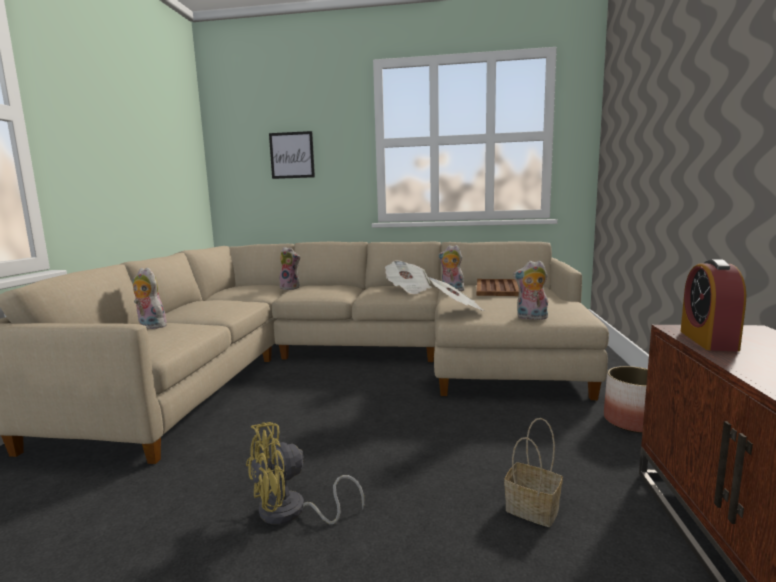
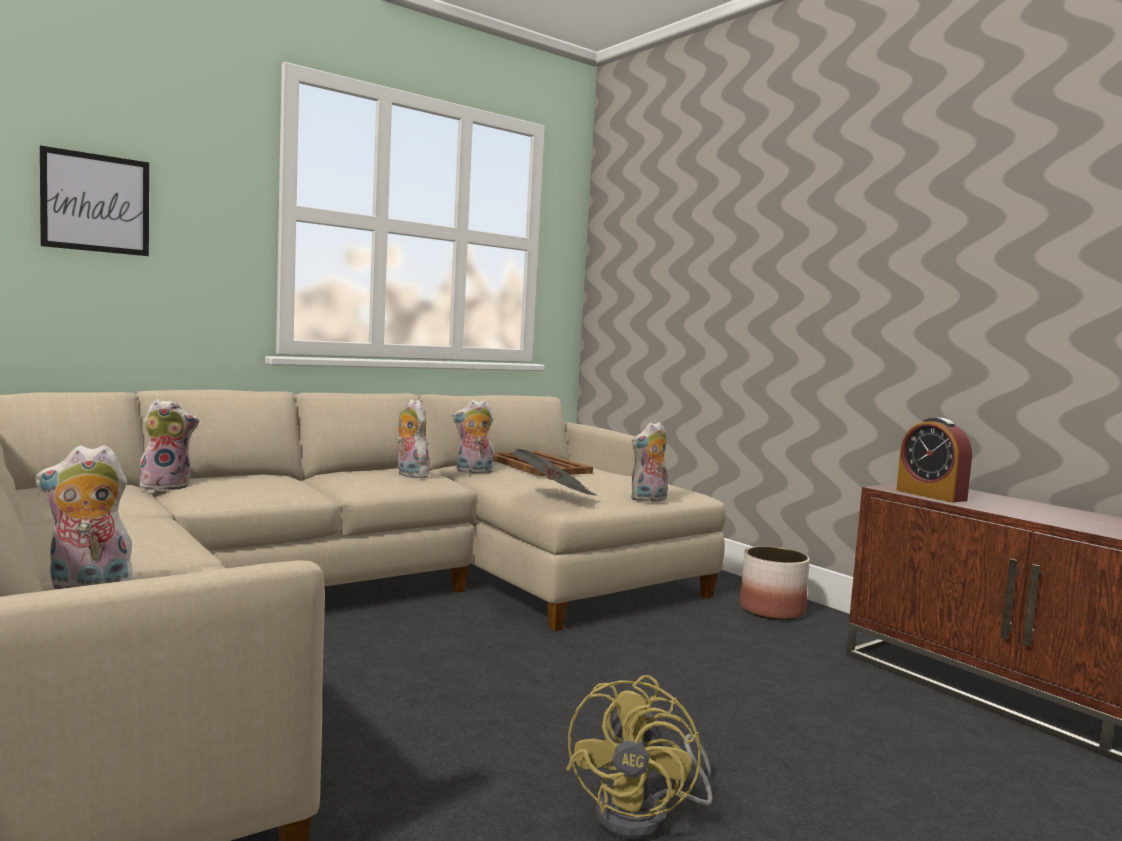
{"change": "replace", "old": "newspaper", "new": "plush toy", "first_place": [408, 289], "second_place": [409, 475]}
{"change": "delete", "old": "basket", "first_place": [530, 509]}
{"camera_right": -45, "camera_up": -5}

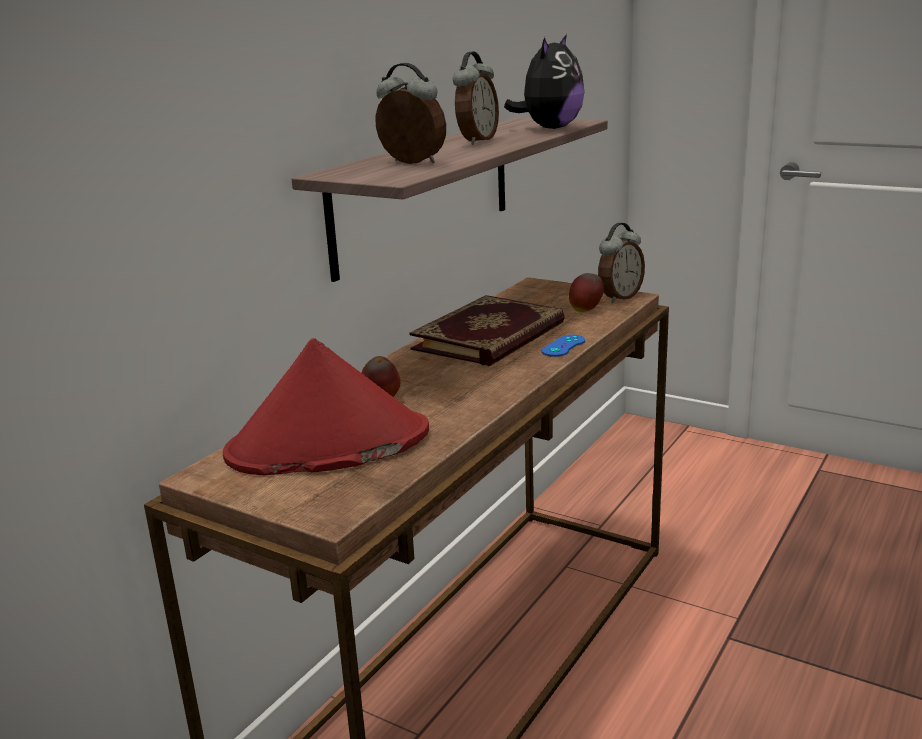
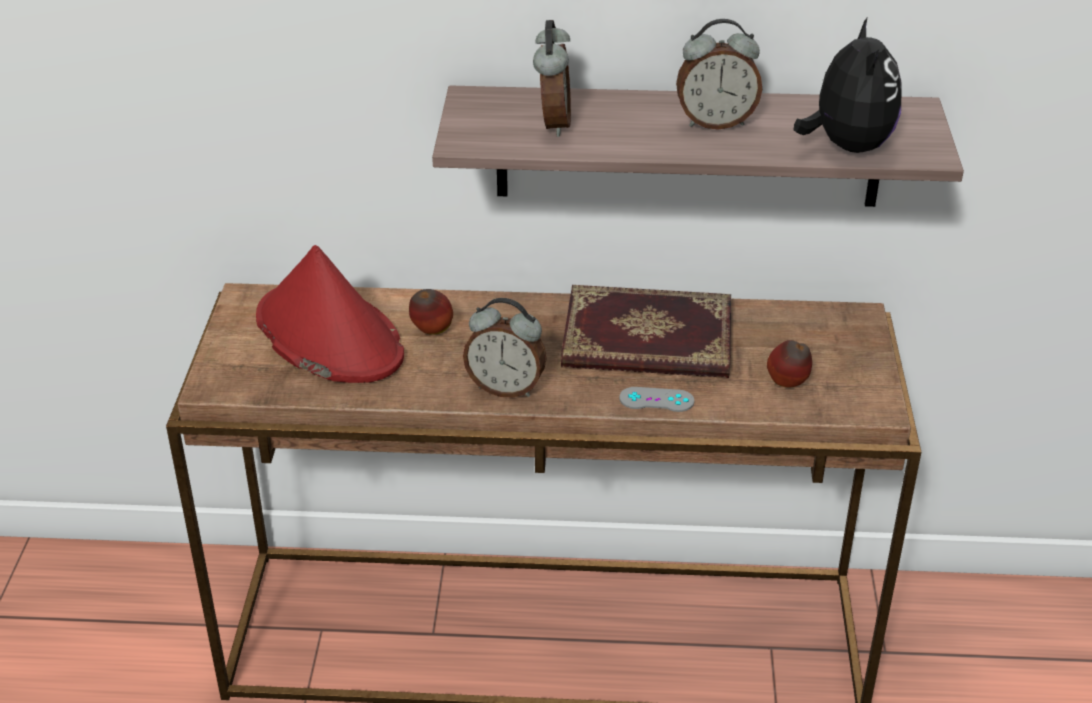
{"change": "rotate", "old": "plush toy", "first_place": [550, 128], "second_place": [846, 146], "degrees": -90}
{"change": "move", "old": "alarm clock", "first_place": [619, 297], "second_place": [506, 388]}
{"change": "recolor", "old": "blue game controller", "new": "grey game controller", "first_place": [563, 346], "second_place": [656, 400]}
{"camera_right": 60, "camera_up": 15}

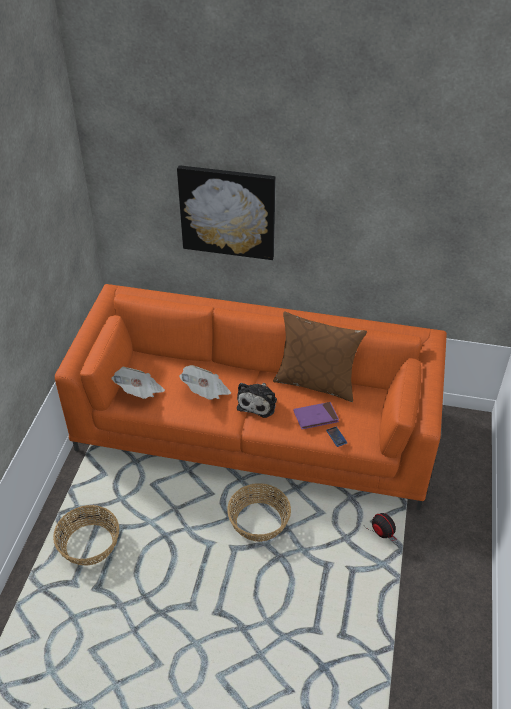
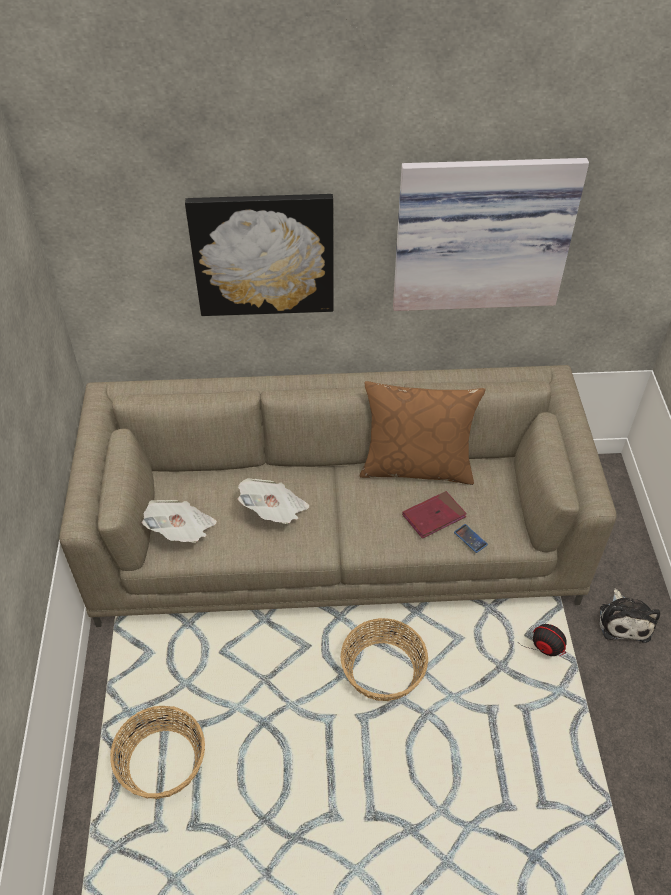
{"change": "recolor", "old": "orange sofa", "new": "beige sofa", "first_place": [255, 429], "second_place": [335, 539]}
{"change": "move", "old": "plush toy", "first_place": [258, 403], "second_place": [624, 620]}
{"change": "recolor", "old": "purple book", "new": "red book", "first_place": [315, 417], "second_place": [434, 516]}
{"change": "insert", "new": "picture", "second_place": [482, 233]}
{"camera_right": -15, "camera_up": 5}

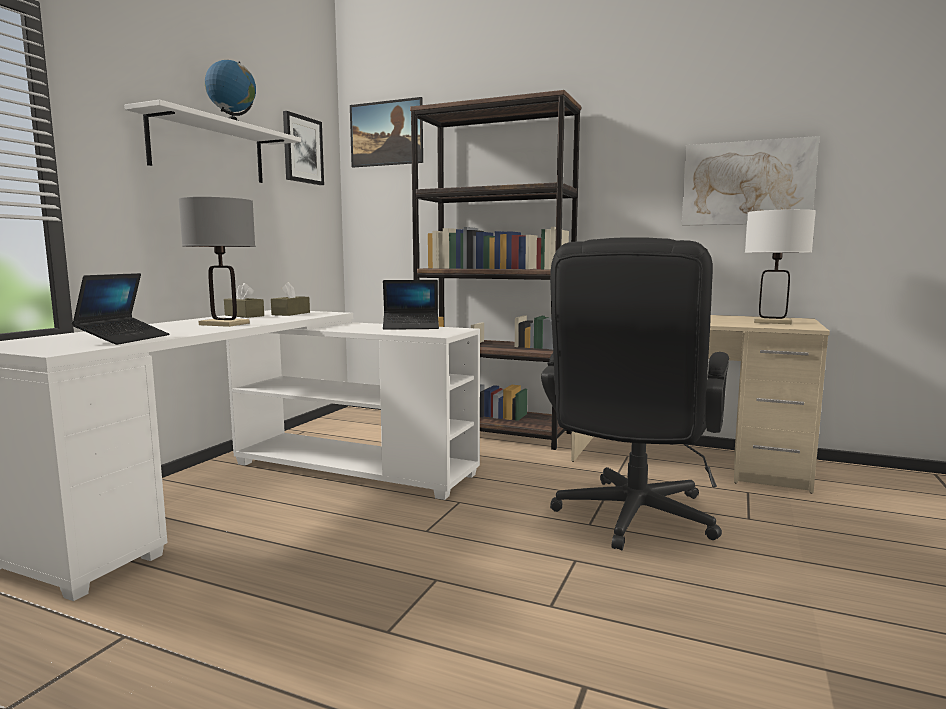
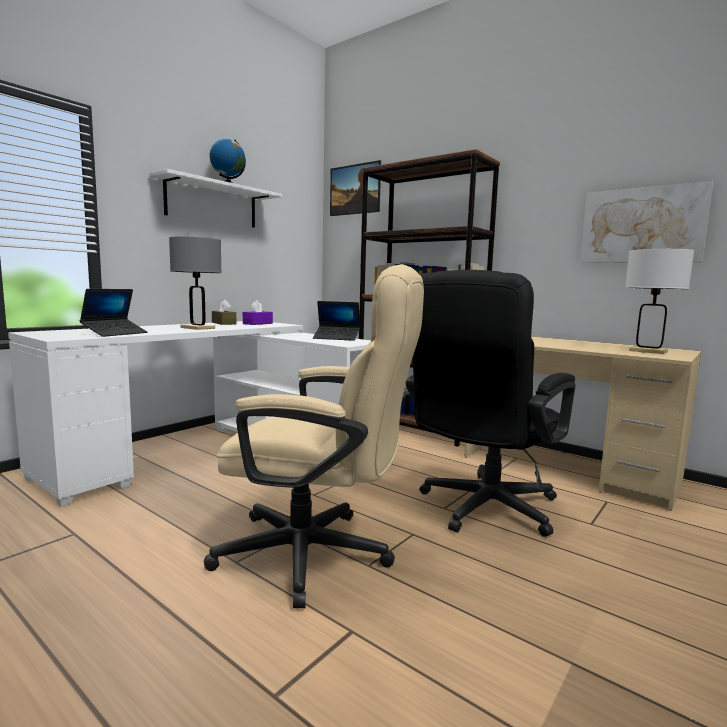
{"change": "delete", "old": "picture", "first_place": [302, 150]}
{"change": "recolor", "old": "brown tissue box", "new": "purple tissue box", "first_place": [291, 313], "second_place": [257, 323]}
{"change": "insert", "new": "beige office chair", "second_place": [320, 555]}
{"camera_right": 15, "camera_up": 0}

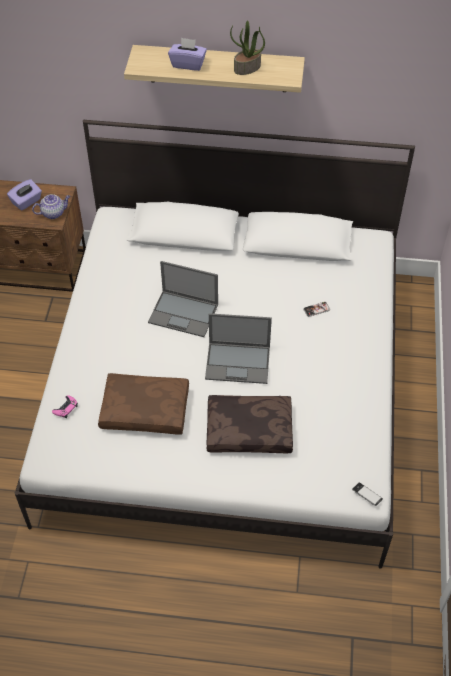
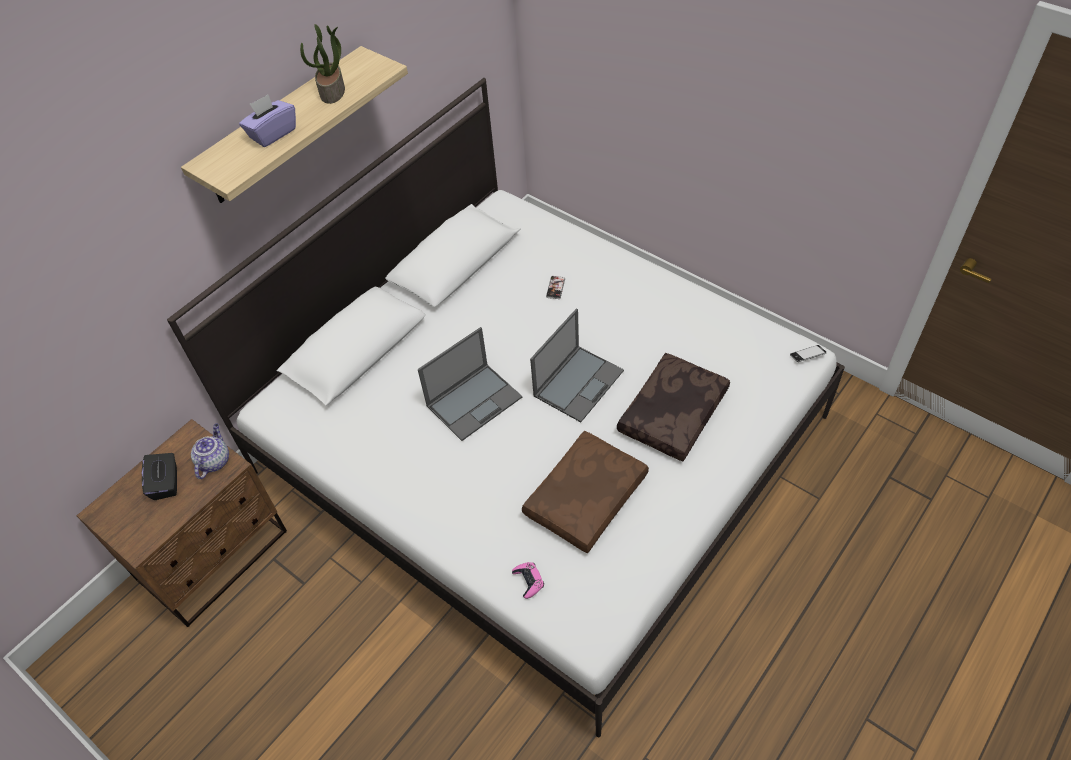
{"change": "recolor", "old": "purple tissue box", "new": "black tissue box", "first_place": [26, 202], "second_place": [166, 483]}
{"camera_right": -55, "camera_up": 0}

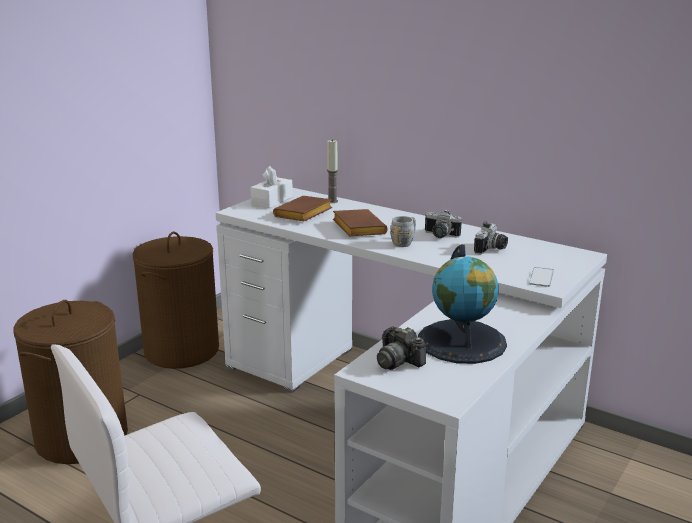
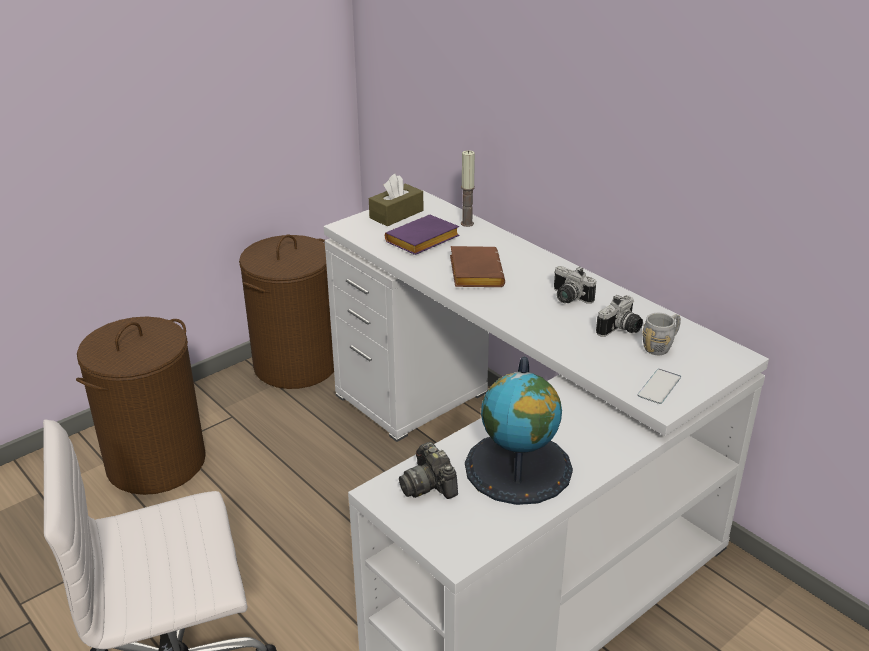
{"change": "recolor", "old": "white tissue box", "new": "brown tissue box", "first_place": [272, 201], "second_place": [396, 214]}
{"change": "recolor", "old": "brown book", "new": "purple book", "first_place": [303, 214], "second_place": [422, 242]}
{"change": "move", "old": "grey mug", "first_place": [405, 242], "second_place": [661, 346]}
{"camera_right": 15, "camera_up": 10}

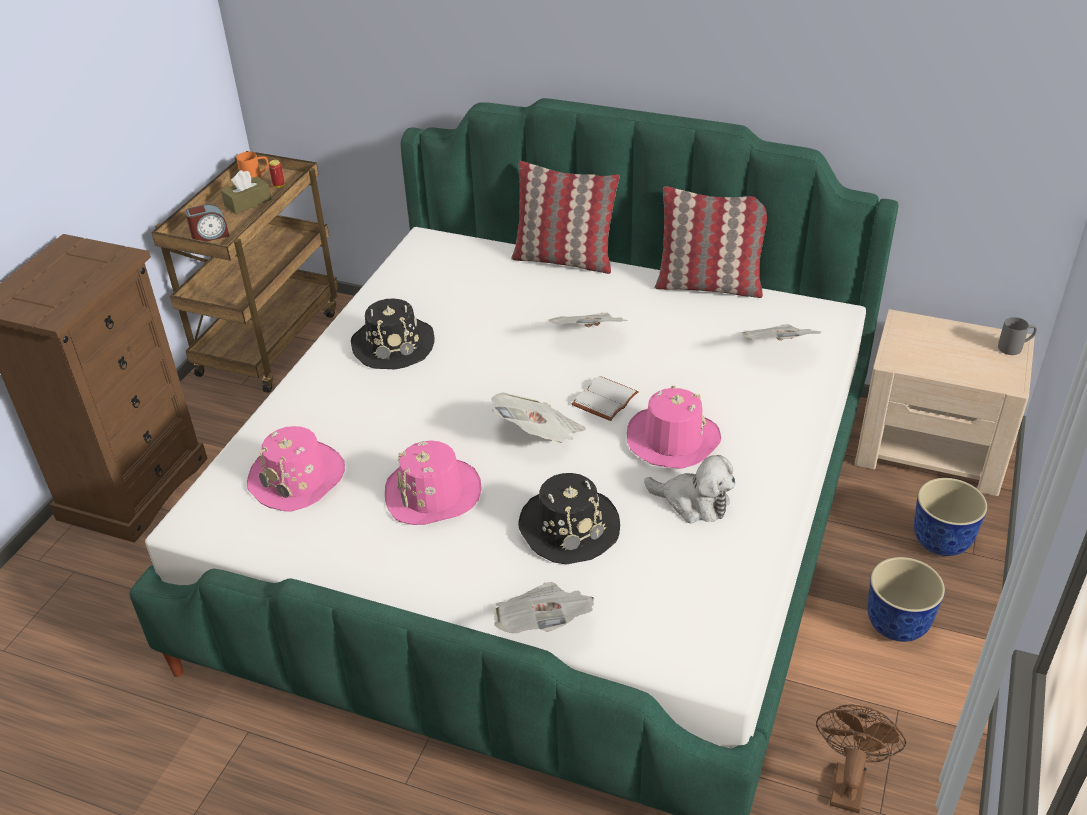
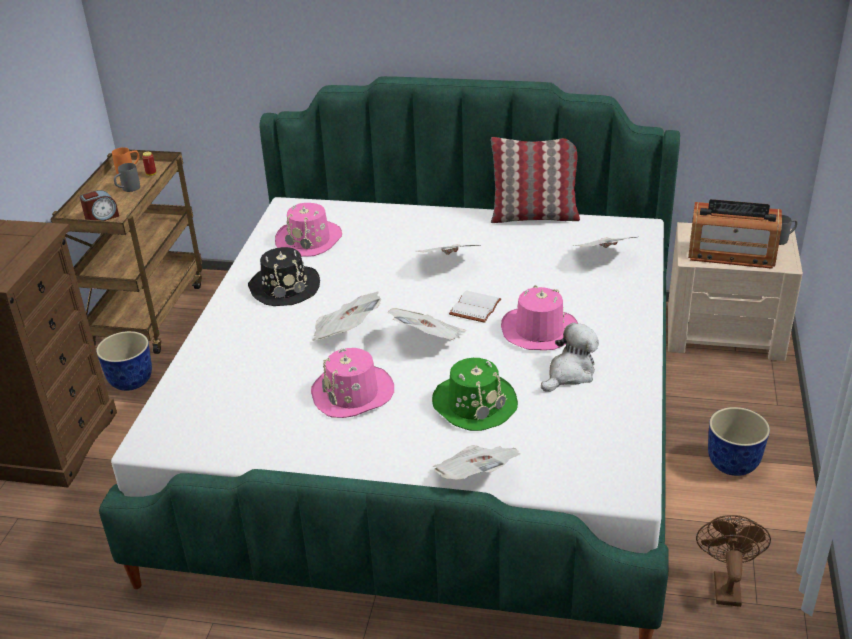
{"change": "delete", "old": "pillow", "first_place": [564, 259]}
{"change": "replace", "old": "brown tissue box", "new": "grey mug", "first_place": [248, 203], "second_place": [128, 189]}
{"change": "move", "old": "pink hat", "first_place": [298, 478], "second_place": [309, 240]}
{"change": "rotate", "old": "plush toy", "first_place": [693, 502], "second_place": [570, 373], "degrees": -60}
{"change": "recolor", "old": "black hat", "new": "green hat", "first_place": [568, 527], "second_place": [474, 404]}
{"change": "move", "old": "planter", "first_place": [942, 542], "second_place": [132, 382]}
{"change": "insert", "new": "radio", "second_place": [731, 254]}
{"change": "insert", "new": "newspaper", "second_place": [346, 332]}
{"camera_right": -10, "camera_up": -5}

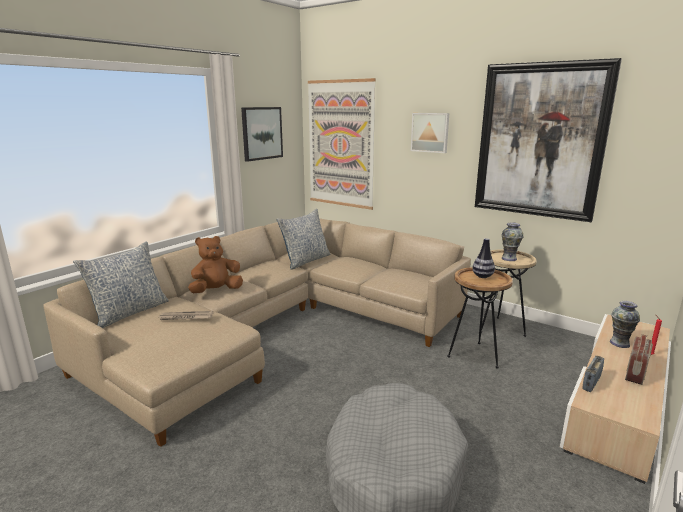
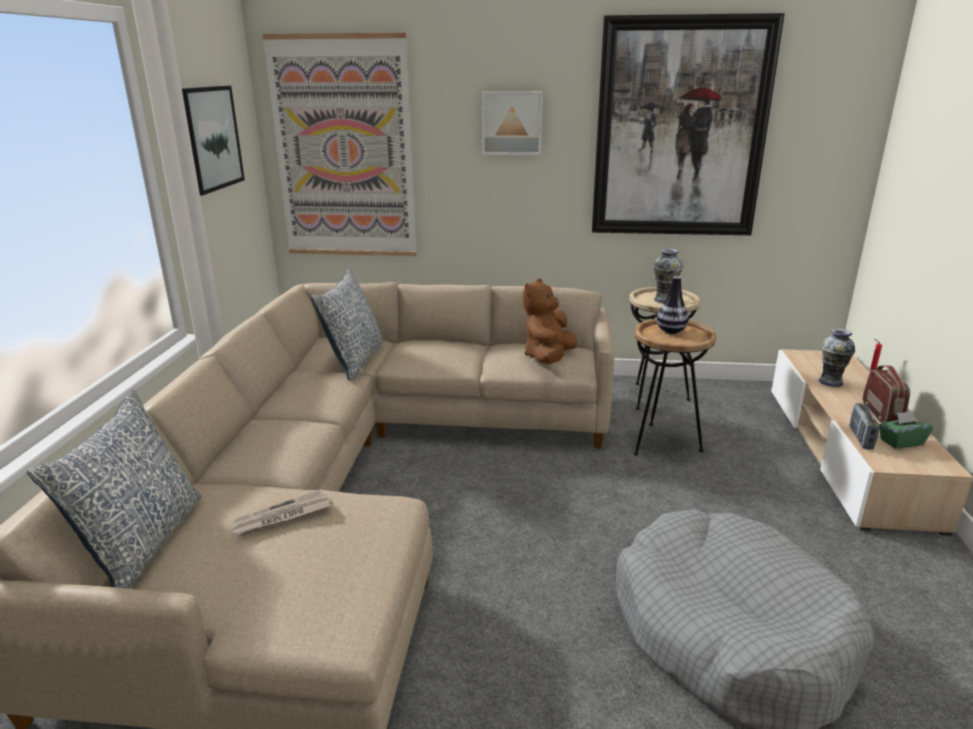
{"change": "move", "old": "brown plush toy", "first_place": [216, 291], "second_place": [548, 358]}
{"change": "insert", "new": "green tissue box", "second_place": [900, 442]}
{"camera_right": -30, "camera_up": 5}

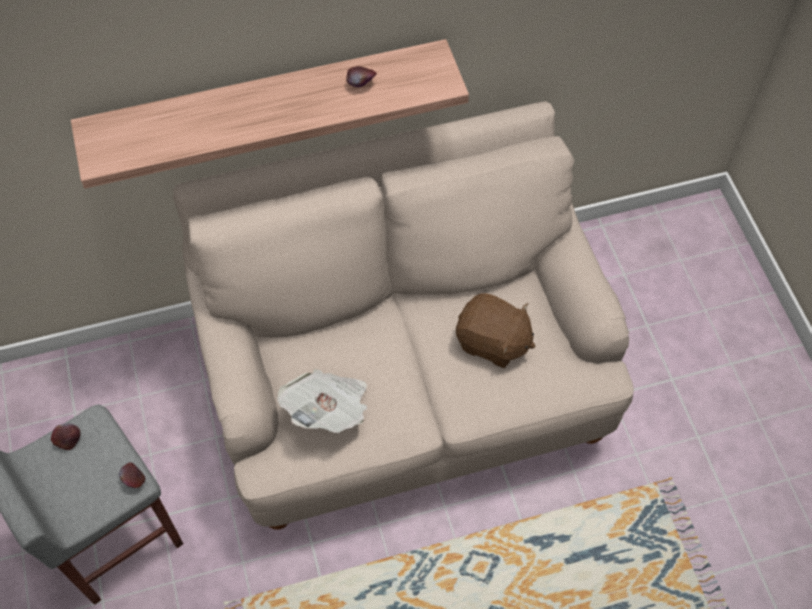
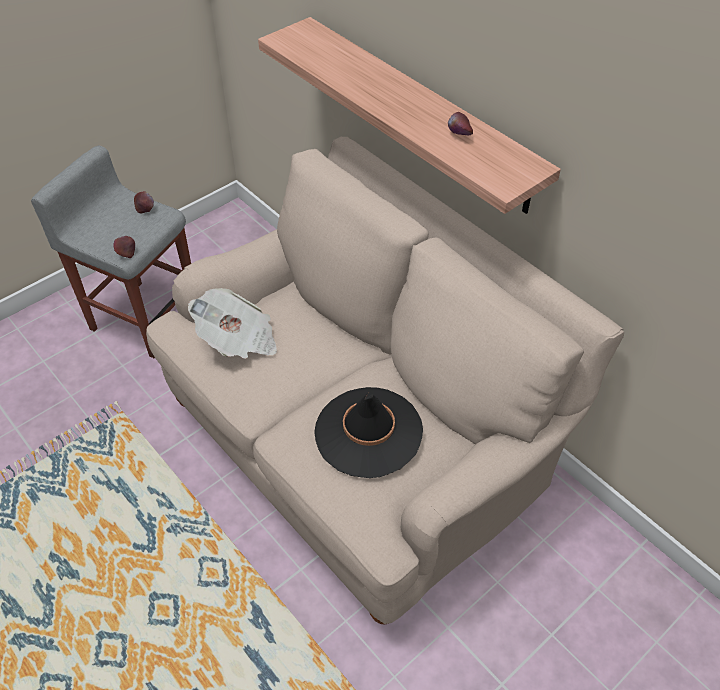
{"change": "replace", "old": "brown plush toy", "new": "black hat", "first_place": [492, 342], "second_place": [368, 432]}
{"camera_right": 65, "camera_up": -10}

